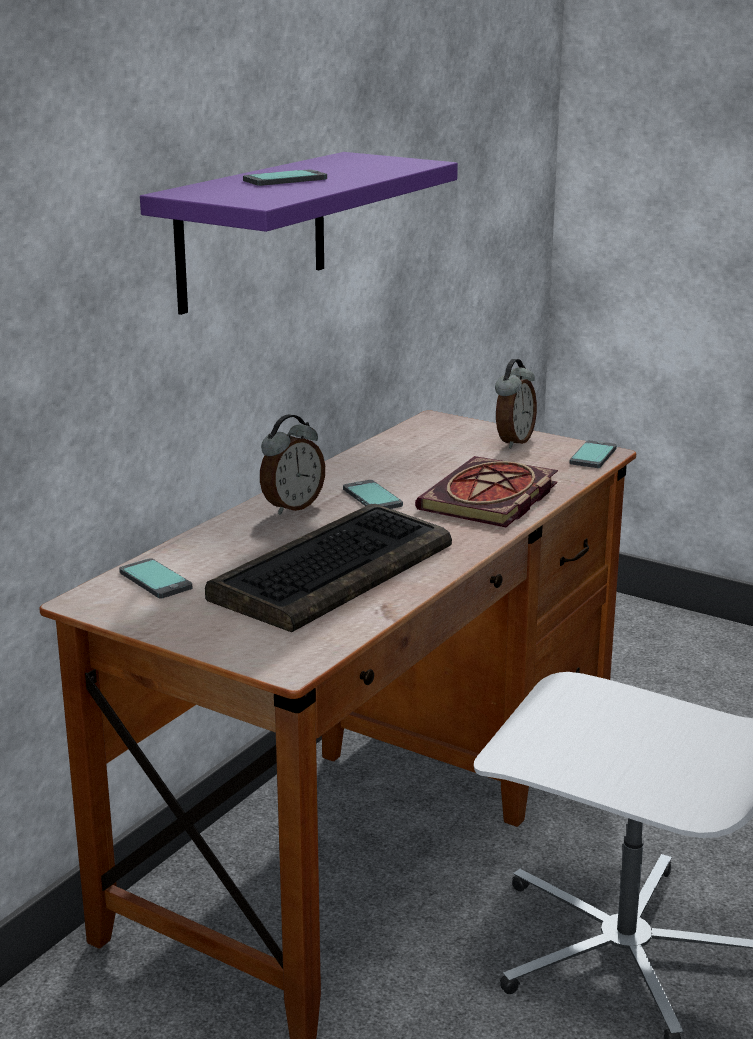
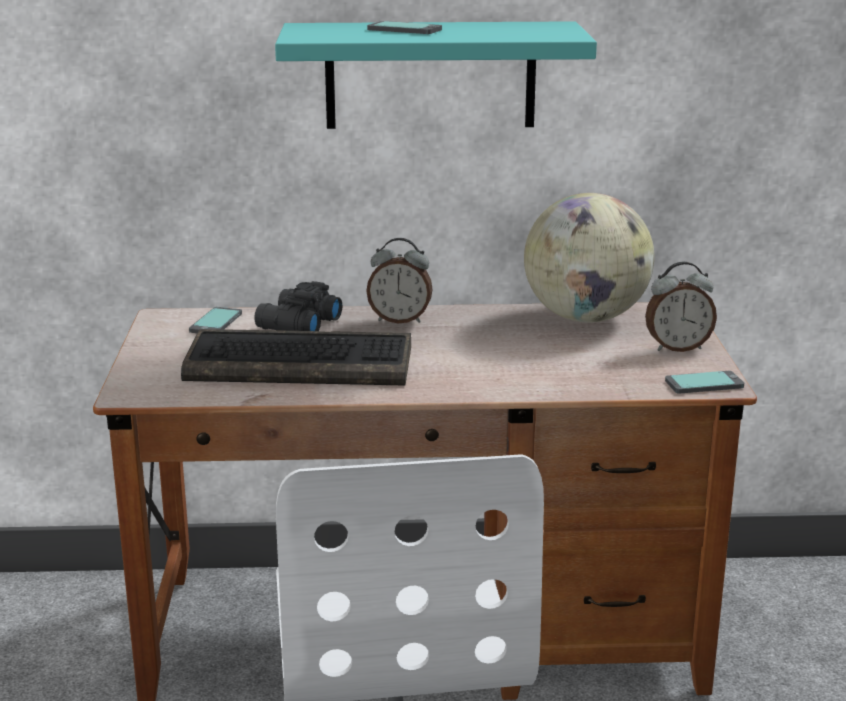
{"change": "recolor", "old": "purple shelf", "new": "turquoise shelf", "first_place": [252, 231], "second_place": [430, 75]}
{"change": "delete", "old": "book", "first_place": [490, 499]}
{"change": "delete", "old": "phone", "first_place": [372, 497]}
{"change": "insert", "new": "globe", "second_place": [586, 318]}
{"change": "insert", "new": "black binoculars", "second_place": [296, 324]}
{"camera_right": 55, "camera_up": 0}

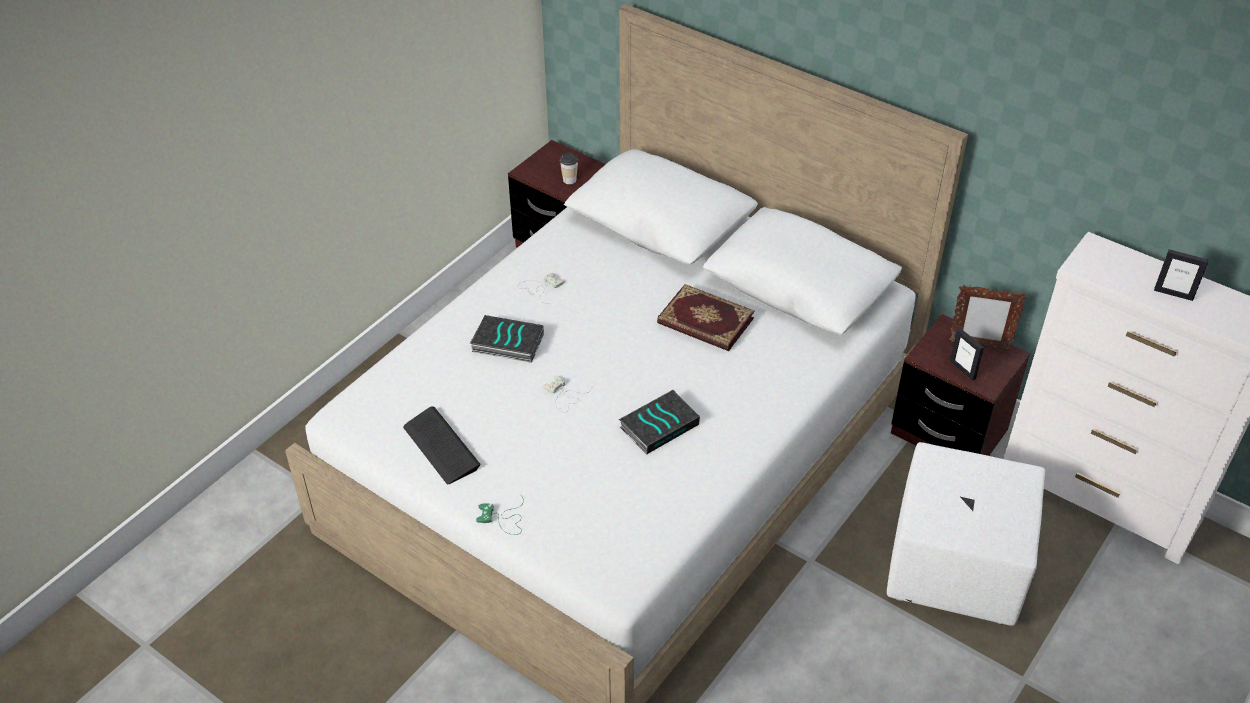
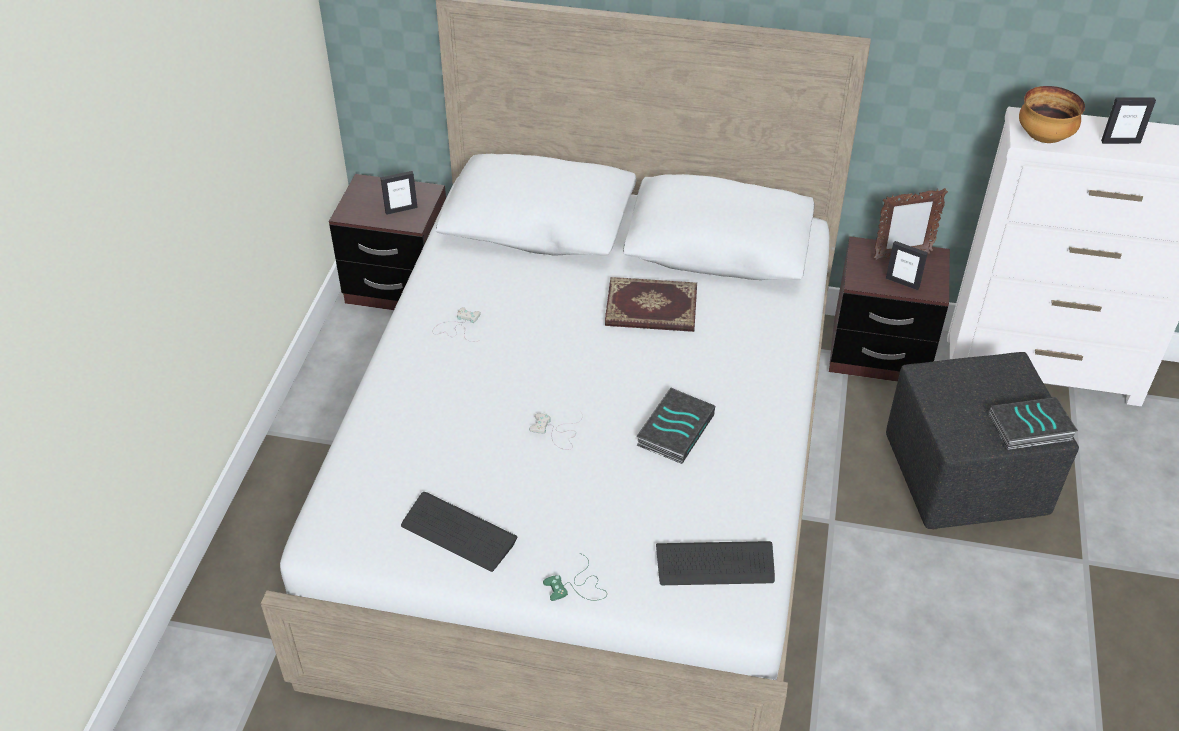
{"change": "replace", "old": "cup", "new": "picture frame", "first_place": [569, 180], "second_place": [401, 209]}
{"change": "move", "old": "book", "first_place": [507, 344], "second_place": [1030, 429]}
{"change": "recolor", "old": "white ottoman", "new": "black ottoman", "first_place": [956, 567], "second_place": [964, 478]}
{"change": "insert", "new": "bowl", "second_place": [1043, 138]}
{"change": "insert", "new": "keyboard", "second_place": [715, 565]}
{"camera_right": -25, "camera_up": 0}

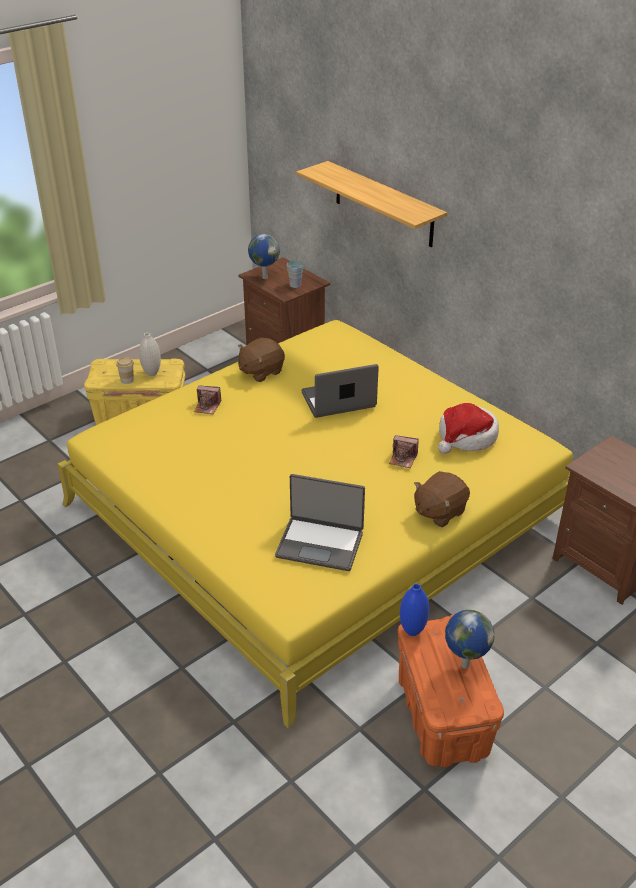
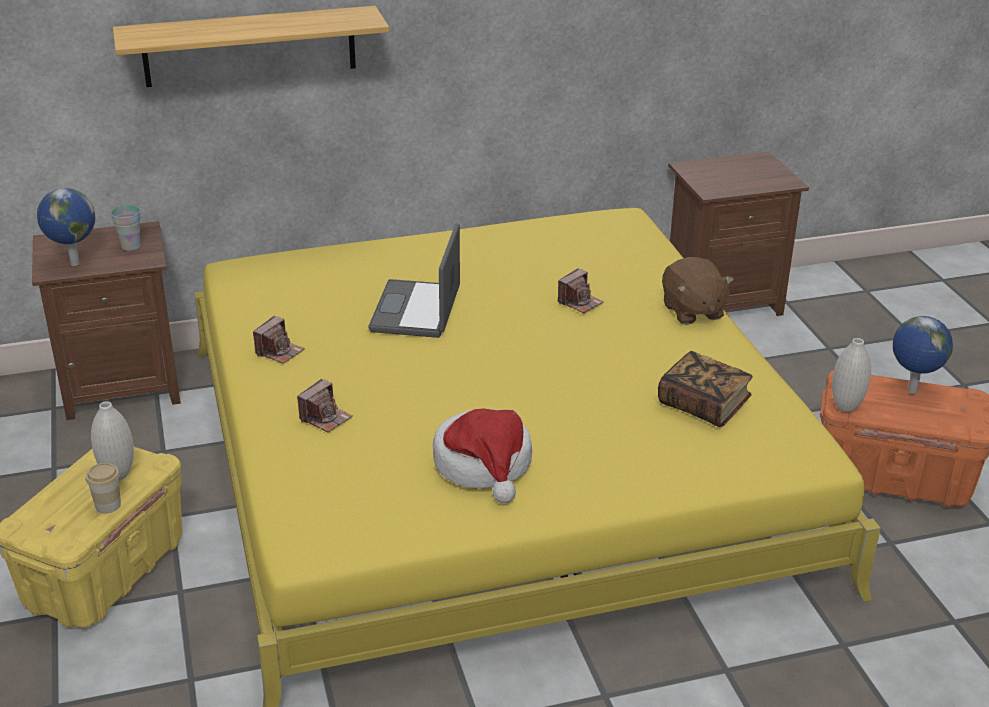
{"change": "replace", "old": "brown plush toy", "new": "photo camera", "first_place": [260, 371], "second_place": [279, 352]}
{"change": "move", "old": "hat", "first_place": [466, 437], "second_place": [484, 465]}
{"change": "replace", "old": "laptop", "new": "book", "first_place": [320, 543], "second_place": [703, 405]}
{"change": "recolor", "old": "blue vase", "new": "white vase", "first_place": [412, 631], "second_place": [845, 407]}
{"camera_right": -65, "camera_up": -5}

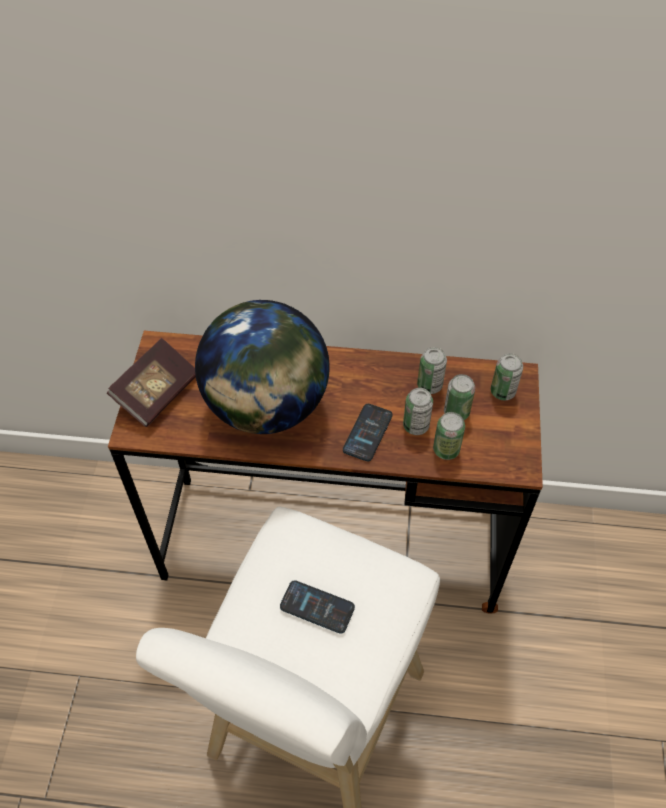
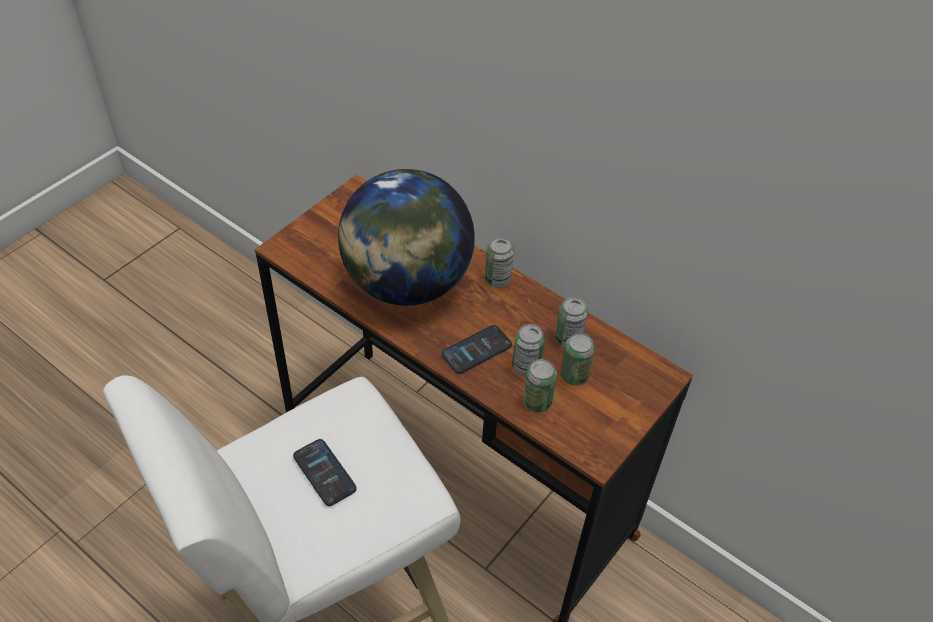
{"change": "delete", "old": "book", "first_place": [157, 393]}
{"change": "move", "old": "can", "first_place": [502, 391], "second_place": [497, 280]}
{"camera_right": 30, "camera_up": -5}

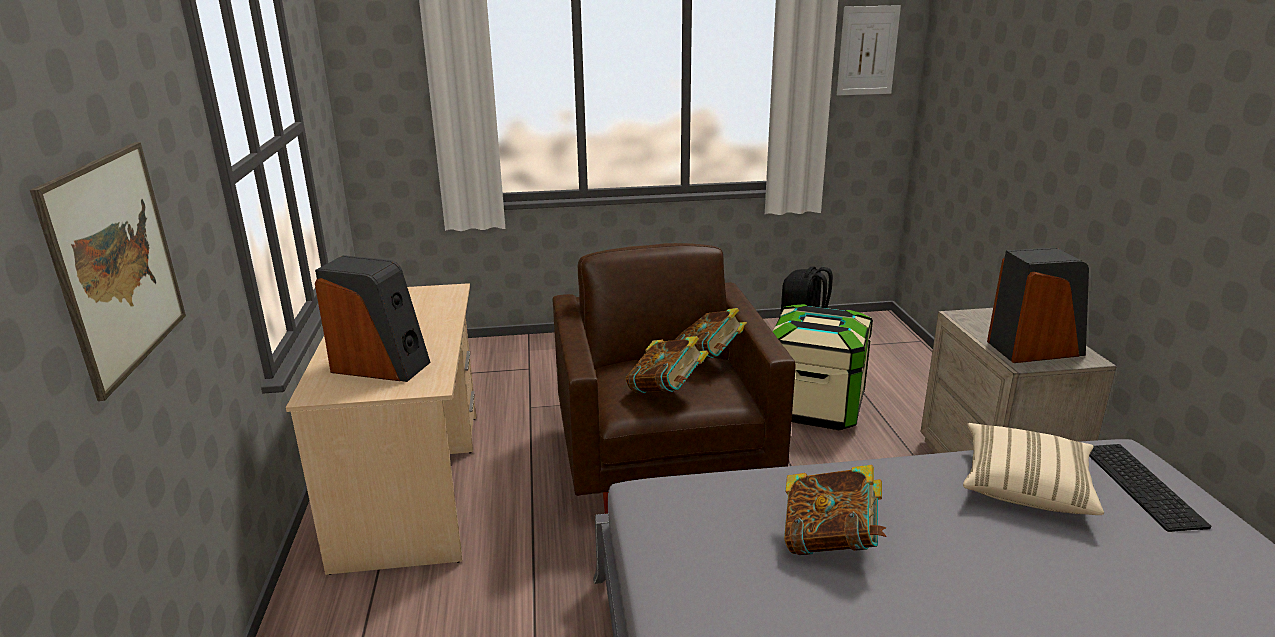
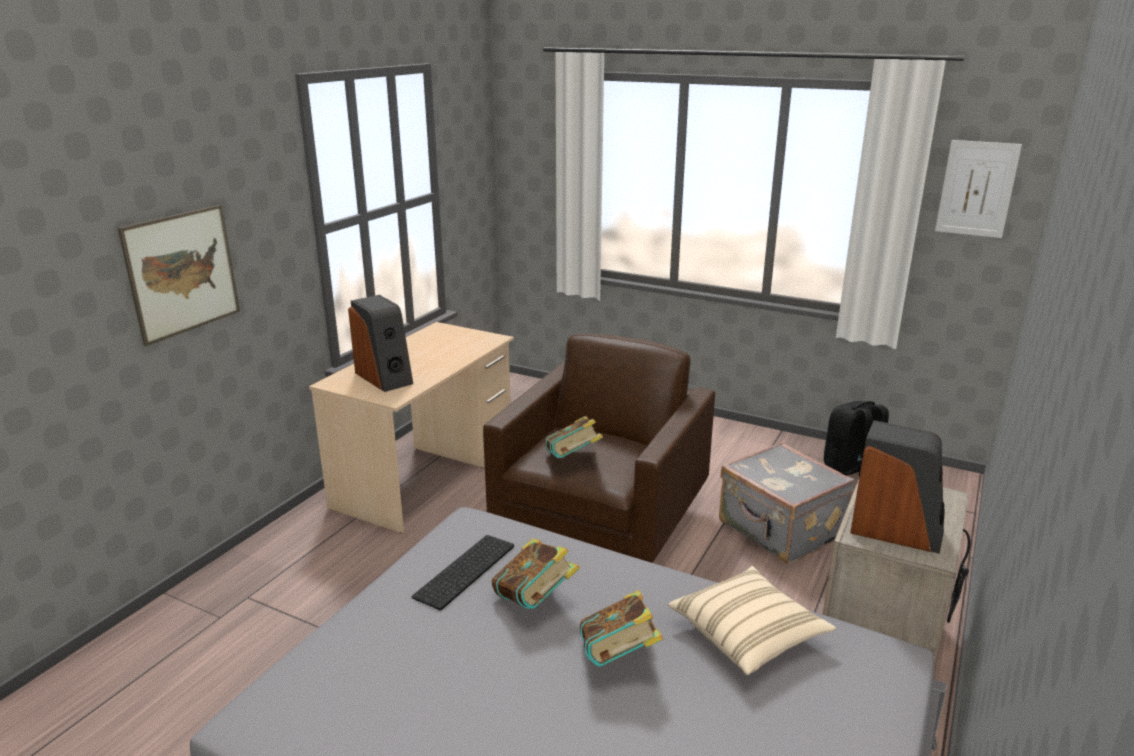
{"change": "replace", "old": "storage box", "new": "grey suitcase", "first_place": [814, 407], "second_place": [779, 531]}
{"change": "move", "old": "book", "first_place": [708, 359], "second_place": [619, 657]}
{"change": "move", "old": "keyboard", "first_place": [1144, 486], "second_place": [466, 572]}
{"camera_right": 35, "camera_up": 0}

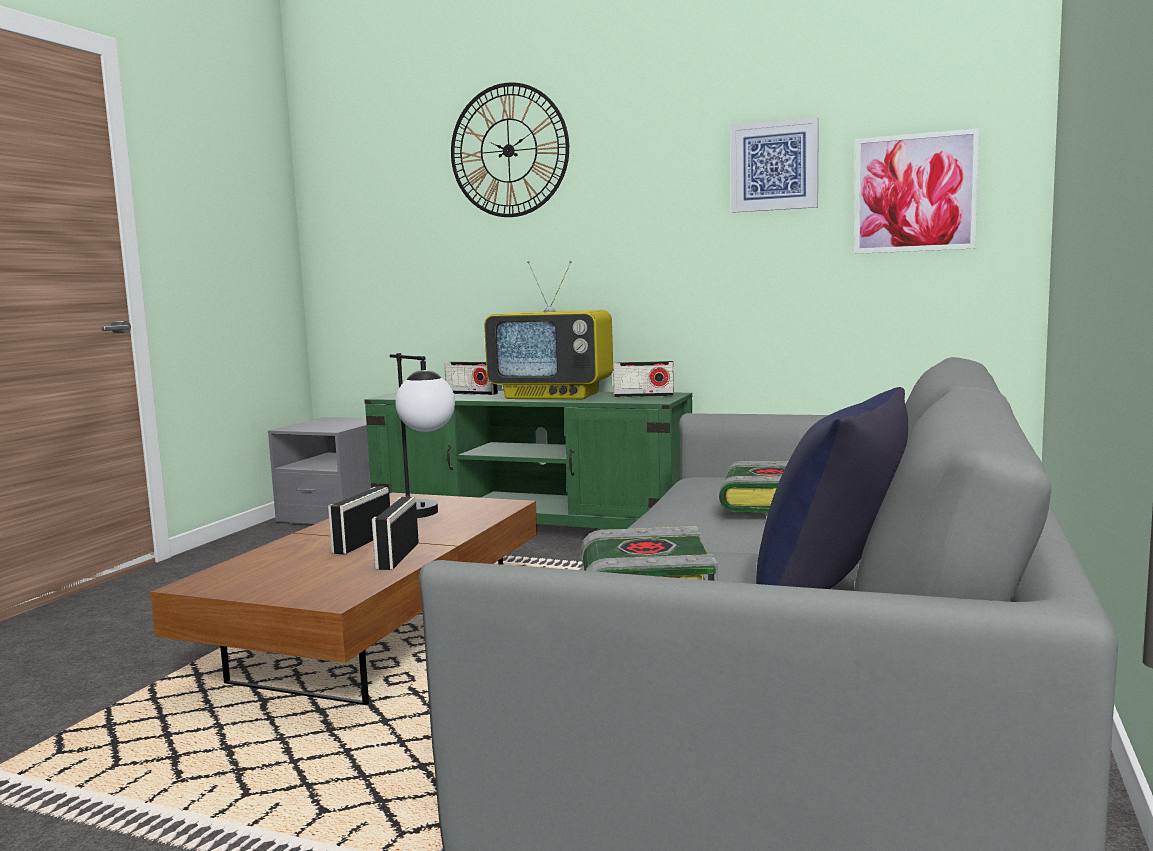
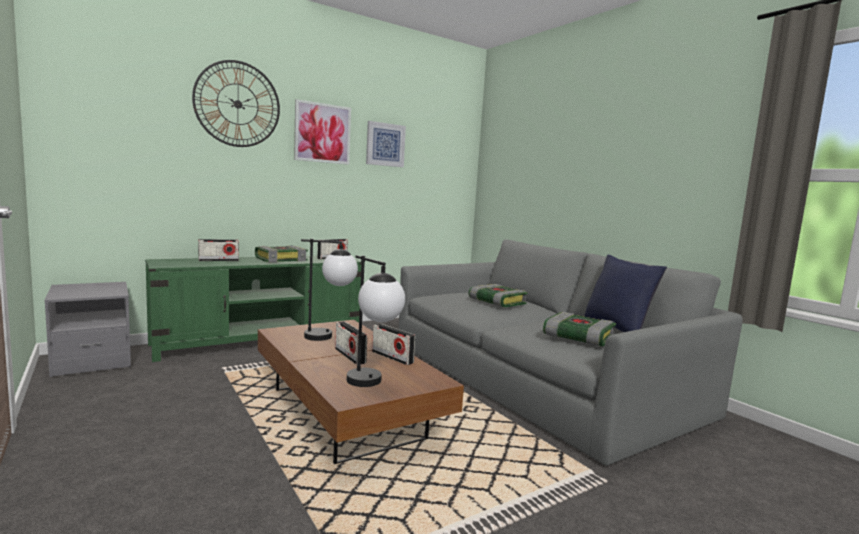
{"change": "move", "old": "picture", "first_place": [914, 193], "second_place": [322, 133]}
{"change": "replace", "old": "television", "new": "book", "first_place": [553, 396], "second_place": [281, 259]}
{"change": "insert", "new": "table lamp", "second_place": [372, 385]}
{"camera_right": -55, "camera_up": 0}

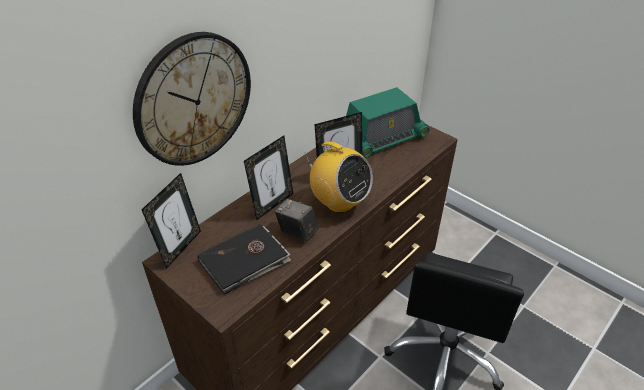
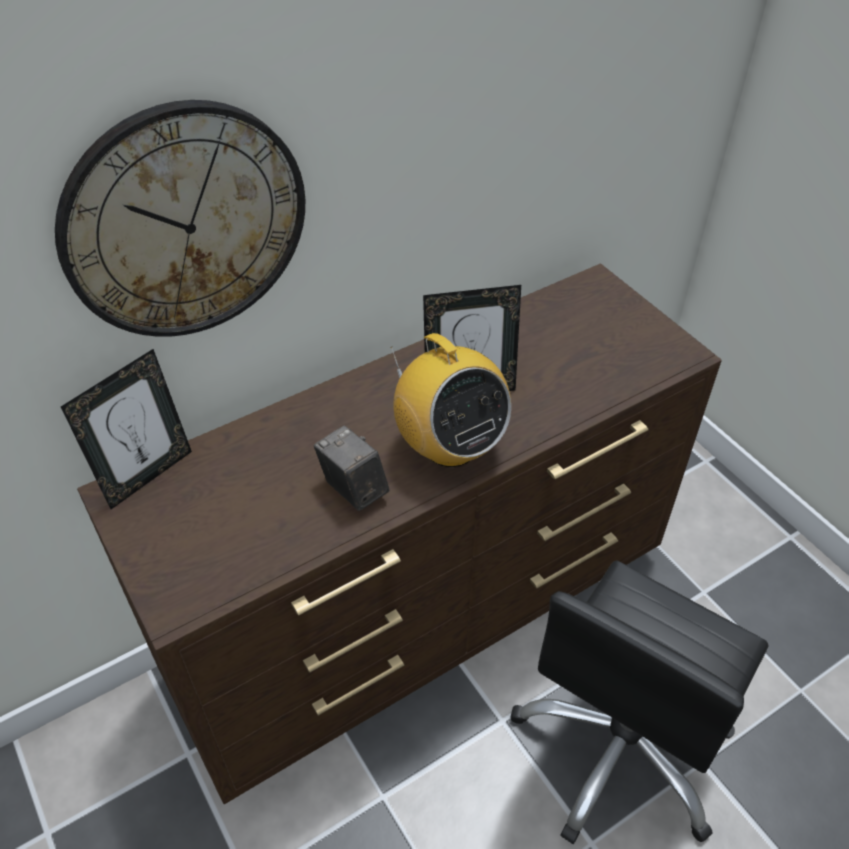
{"change": "delete", "old": "radio", "first_place": [382, 138]}
{"change": "delete", "old": "picture frame", "first_place": [272, 204]}
{"change": "delete", "old": "black book", "first_place": [245, 261]}
{"camera_right": 15, "camera_up": 5}

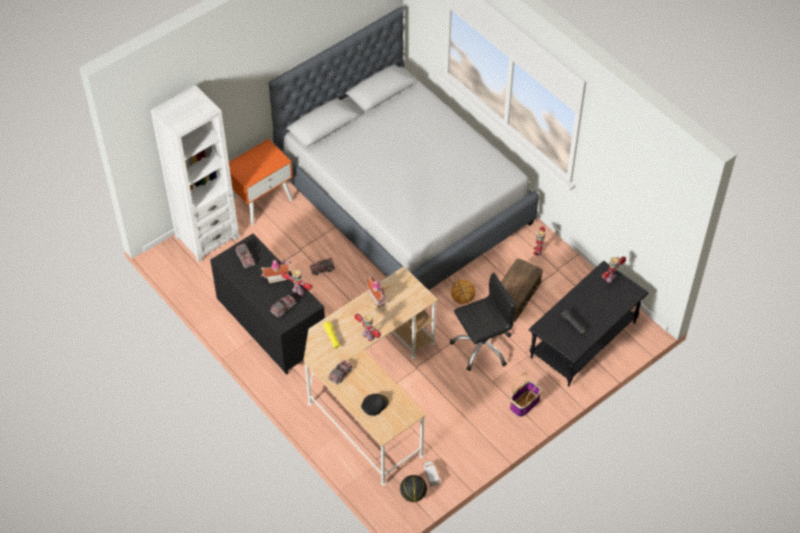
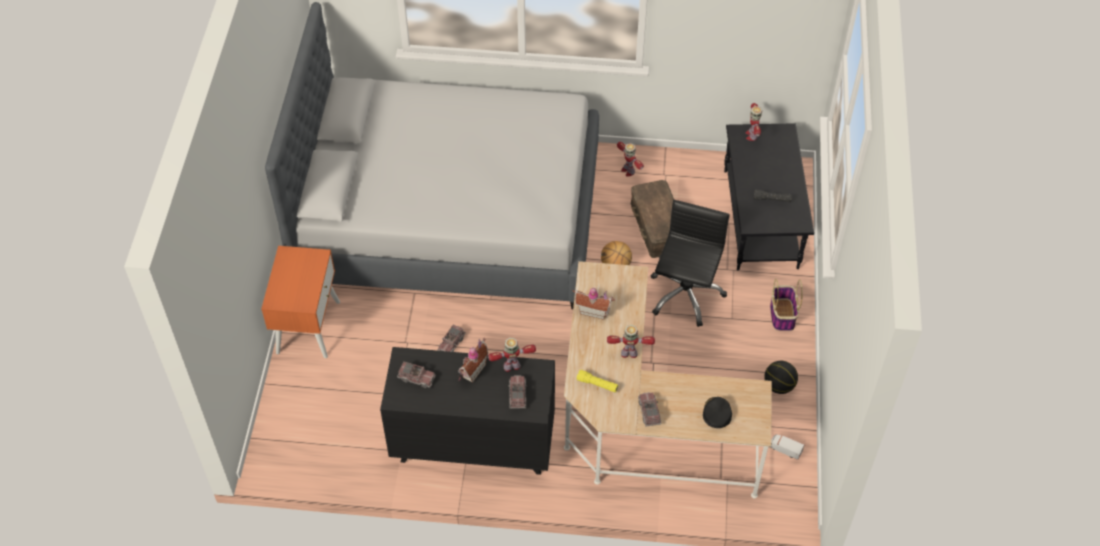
{"change": "delete", "old": "white bookcase", "first_place": [207, 237]}
{"change": "move", "old": "basketball", "first_place": [413, 495], "second_place": [779, 386]}
{"camera_right": -45, "camera_up": 0}

